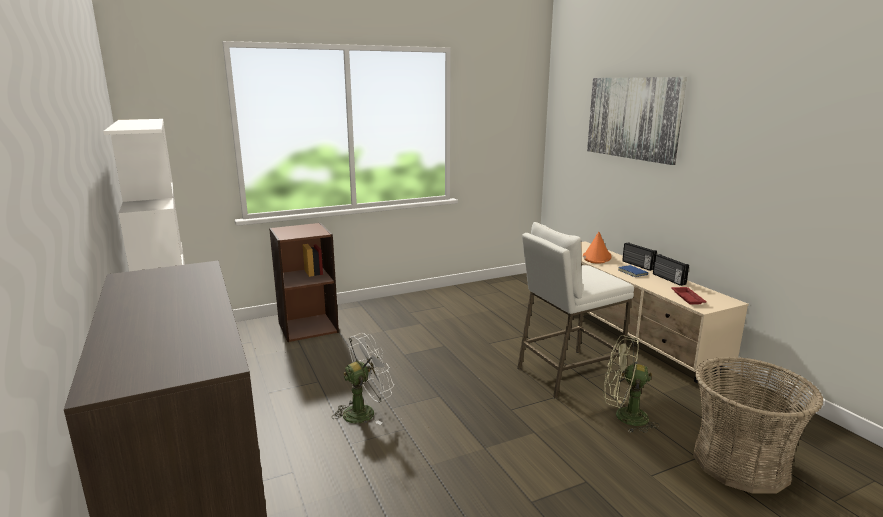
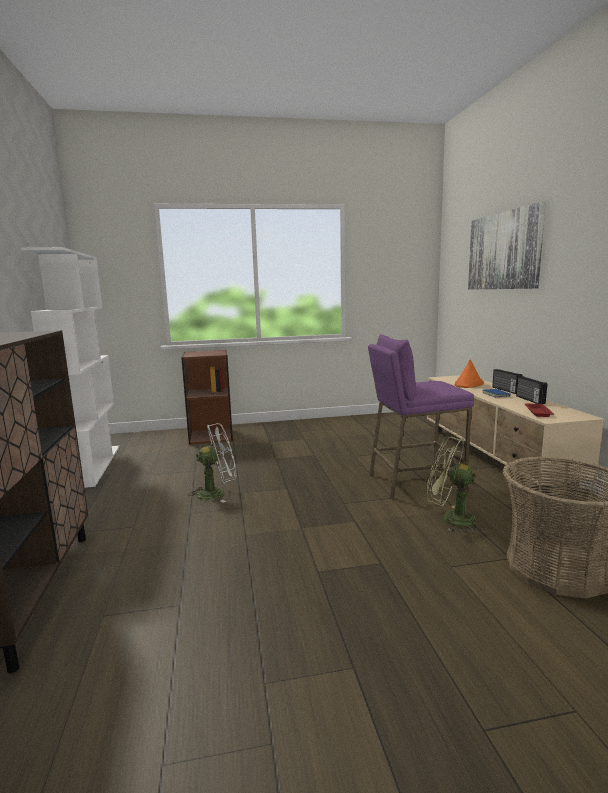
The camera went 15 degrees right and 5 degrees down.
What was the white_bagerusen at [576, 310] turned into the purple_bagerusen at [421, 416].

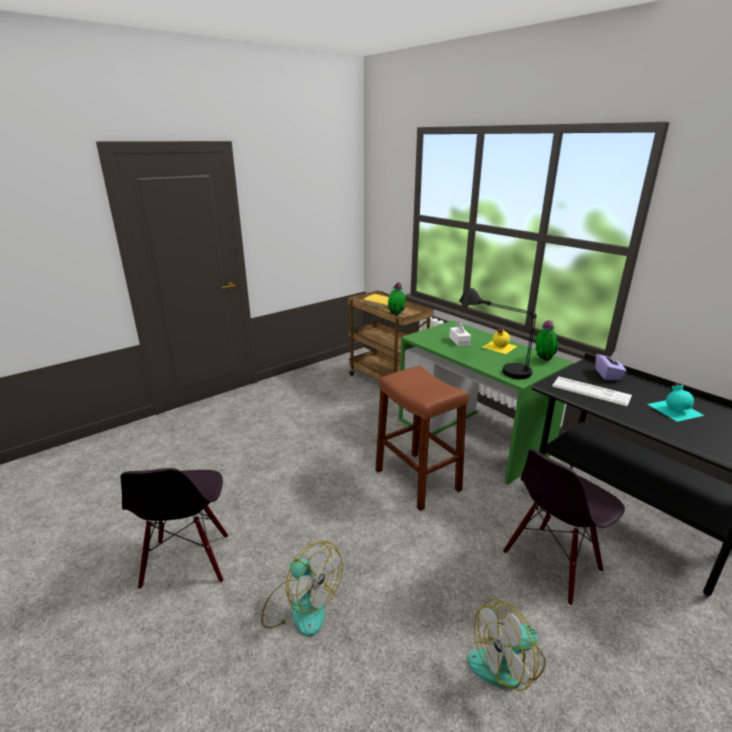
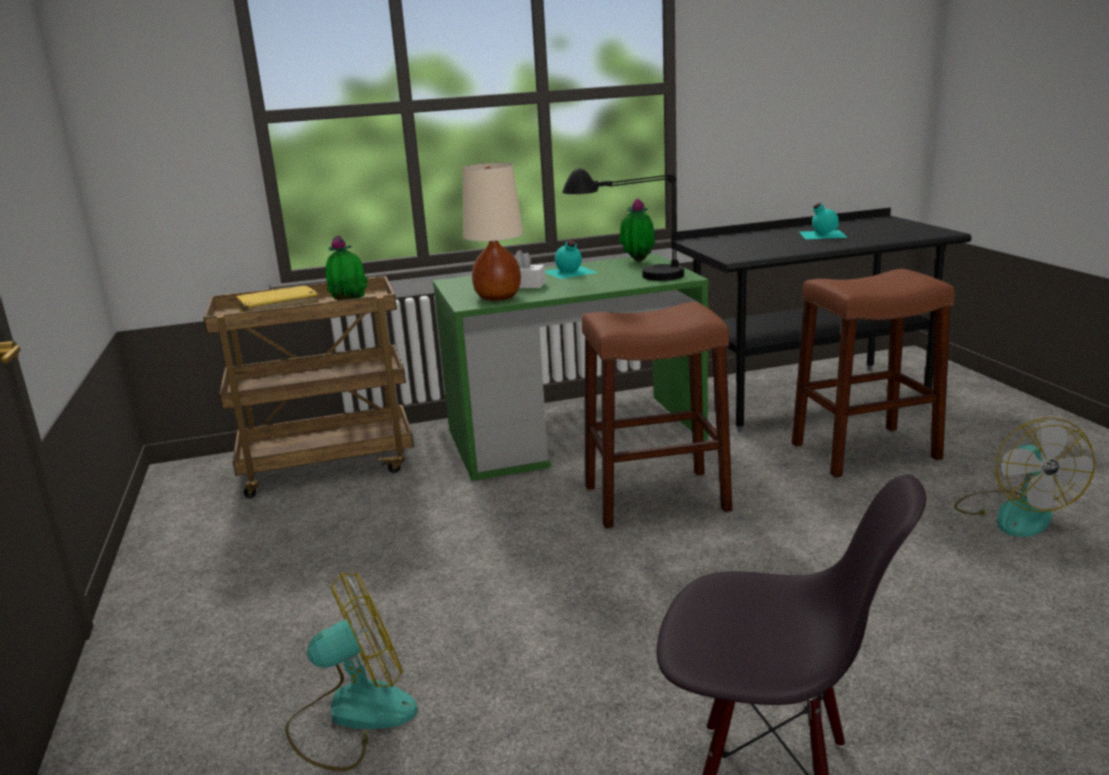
The camera went 65 degrees left and 5 degrees down.
The second view lost the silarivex at [592, 392].
The second view lost the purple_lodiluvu at [610, 366].
The second view gained the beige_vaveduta at [493, 232].
The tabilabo ended up elsewhere, having gone from [302, 589] to [351, 671].
Where the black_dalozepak stood at [564, 527], the brown_bagerusen came to stand at [873, 373].
What was the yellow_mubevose at [499, 341] turned into the turquoise_mubevose at [571, 259].

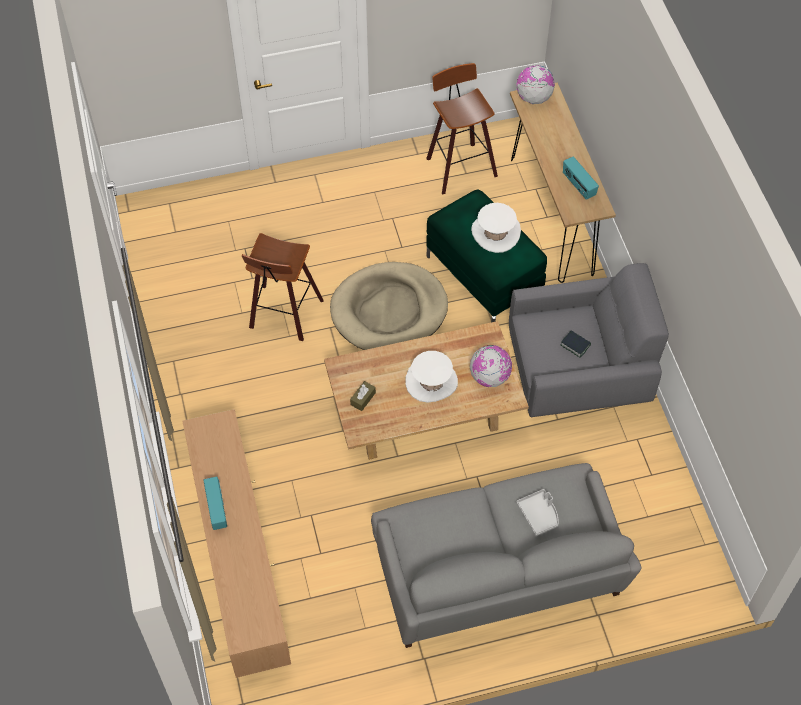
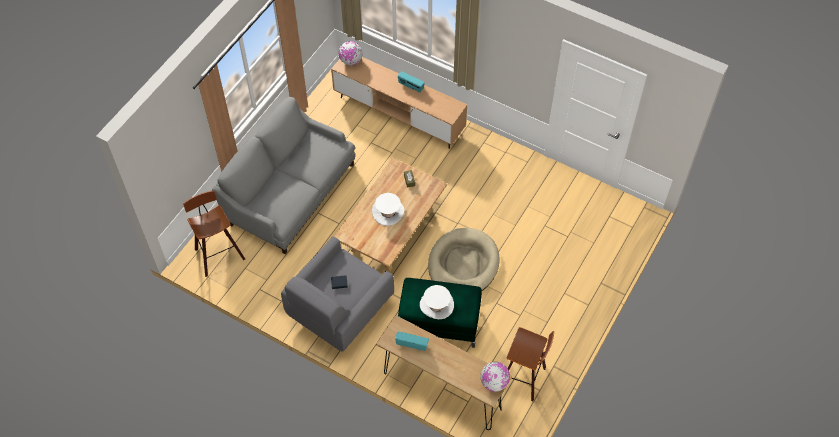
The camera went 135 degrees right and 0 degrees up.
The second view lost the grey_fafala at [537, 512].
The bagerusen ended up elsewhere, having gone from [283, 287] to [214, 234].
The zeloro ended up elsewhere, having gone from [491, 366] to [350, 53].

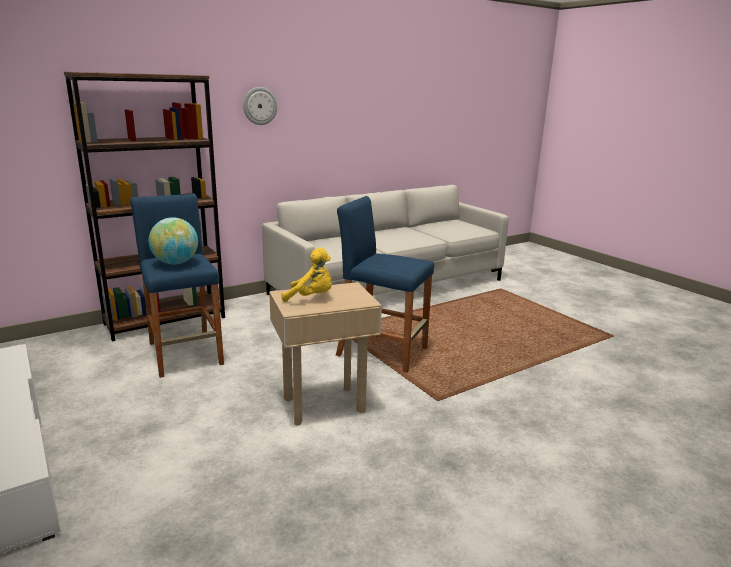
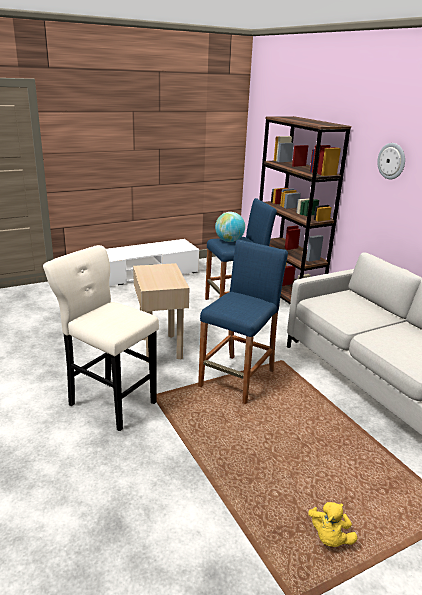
The camera went 95 degrees right and 5 degrees up.
The second view gained the beige_bagerusen at [101, 338].
The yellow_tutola ended up elsewhere, having gone from [307, 274] to [332, 524].

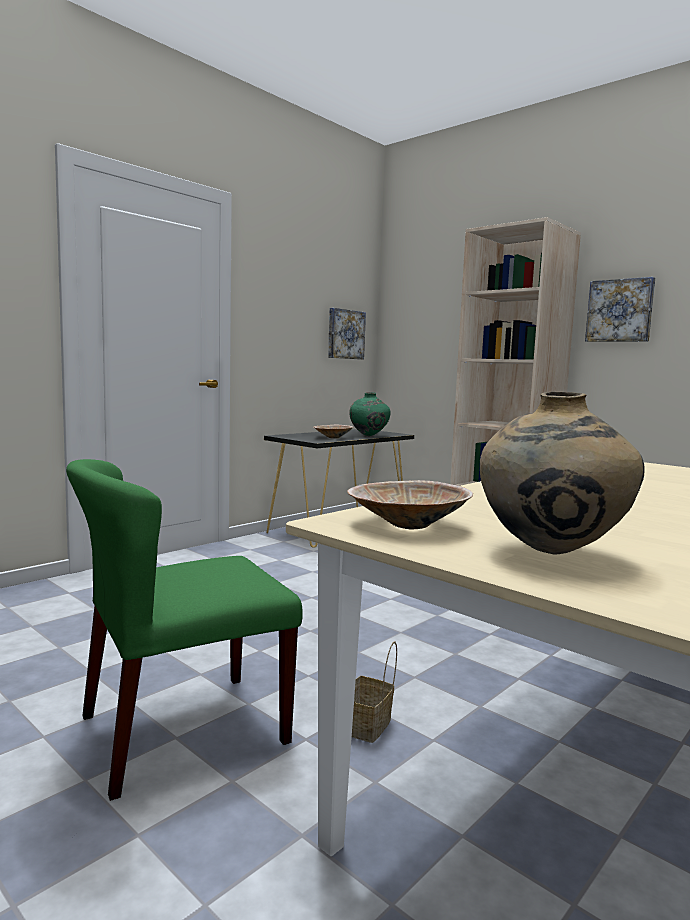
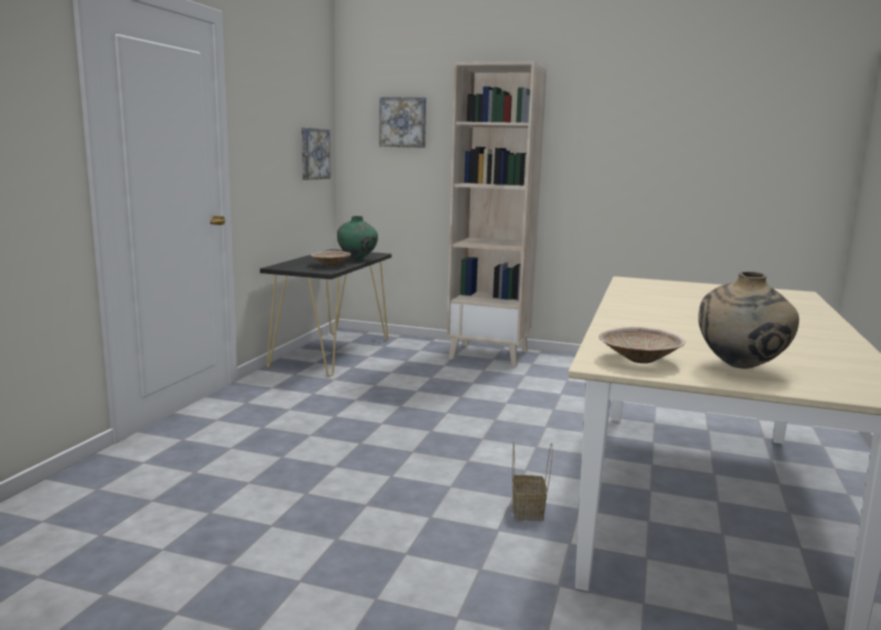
The camera went 25 degrees left and 5 degrees up.
The second view lost the green_dalozepak at [184, 630].
The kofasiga ended up elsewhere, having gone from [620, 309] to [402, 122].

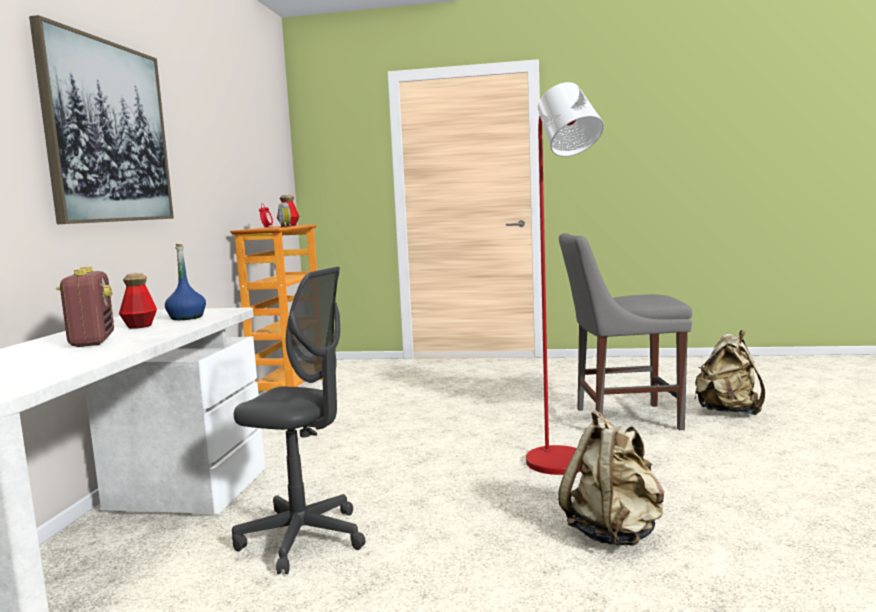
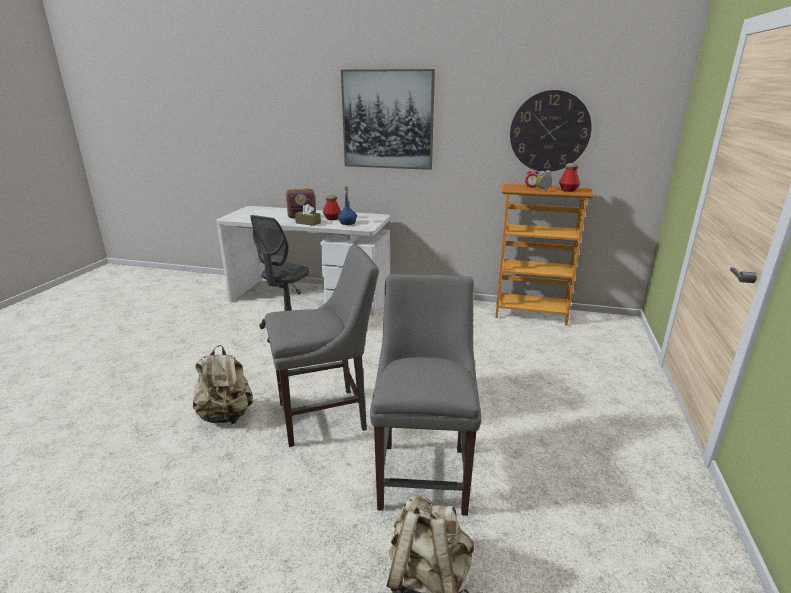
The camera went 95 degrees right and 15 degrees up.
The second view gained the brown_lodiluvu at [308, 215].
The second view gained the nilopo at [551, 131].
Where the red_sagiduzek stood at [565, 278], the grey_dalozepak came to stand at [322, 346].

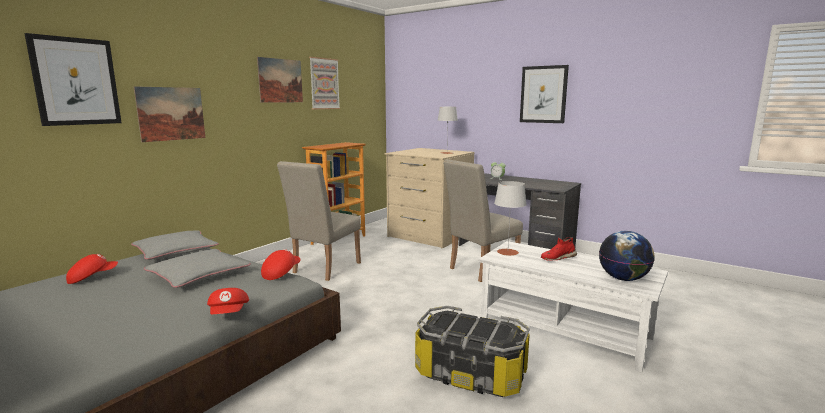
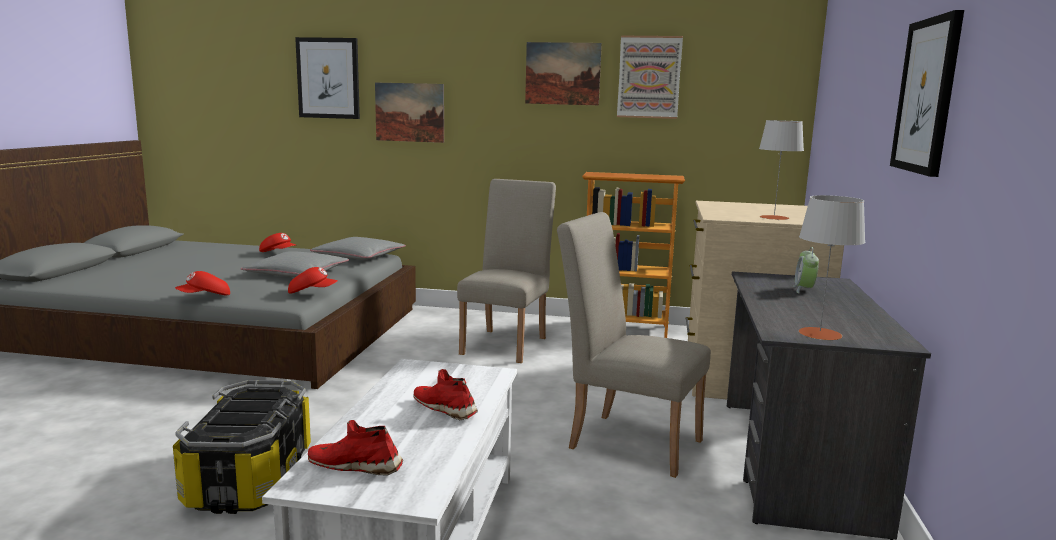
The camera went 65 degrees right and 0 degrees up.
The grey_vaveduta ended up elsewhere, having gone from [510, 218] to [832, 267].
Where the zeloro stood at [626, 256], the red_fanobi came to stand at [355, 448].
The beige_dalozepak at [319, 221] ended up facing another way, 105 degrees clockwise from before.

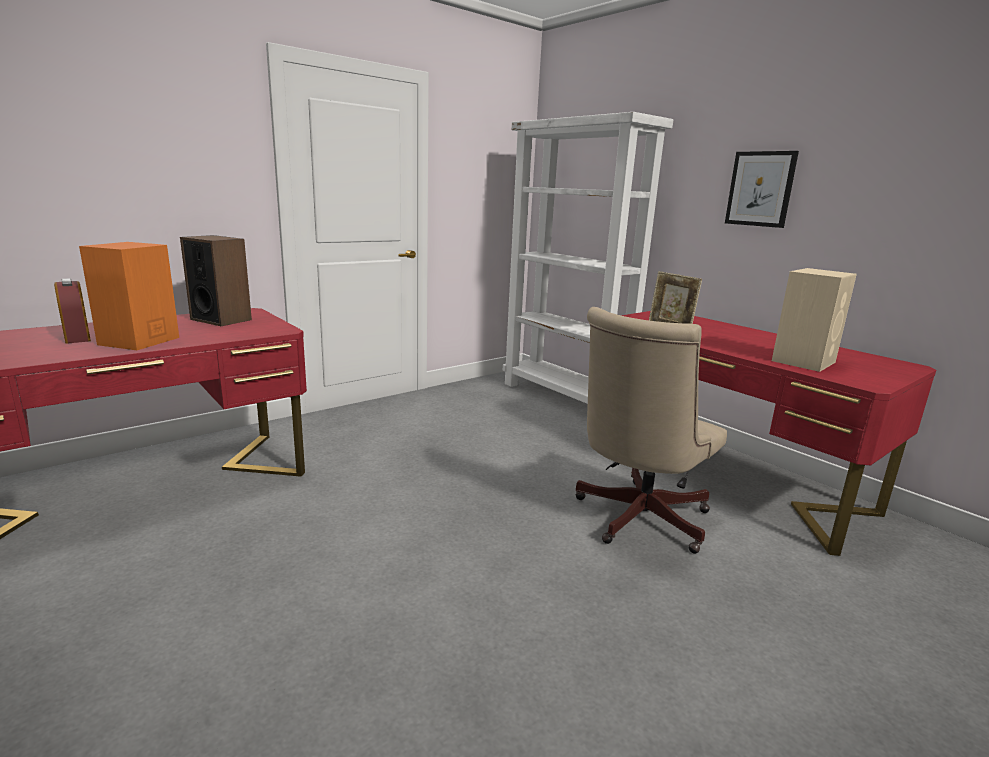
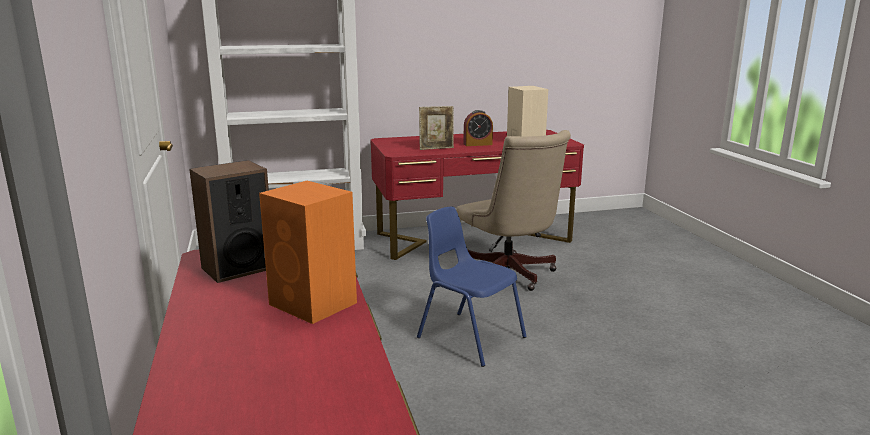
The camera went 65 degrees left and 0 degrees up.
The second view lost the kofasiga at [762, 189].
The second view gained the blue_dalozepak at [472, 286].
The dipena ended up elsewhere, having gone from [72, 311] to [478, 128].

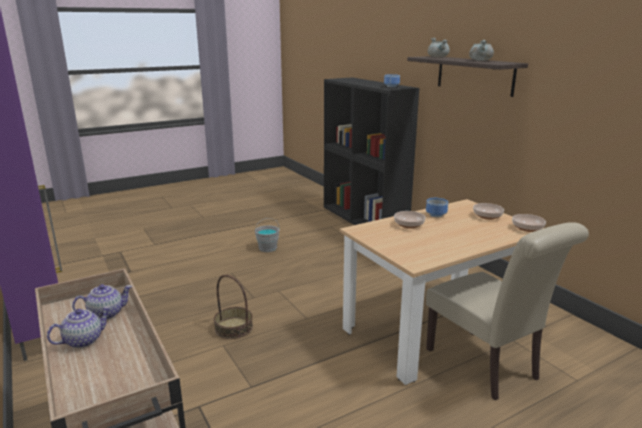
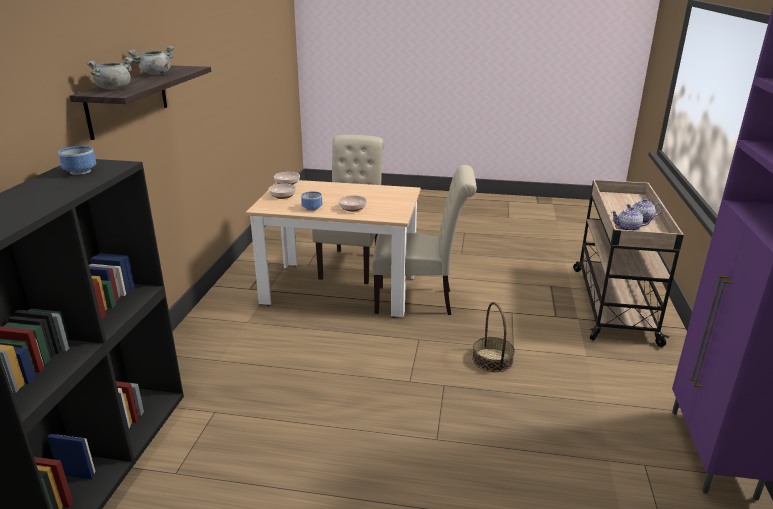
The camera went 140 degrees left and 5 degrees up.
The second view lost the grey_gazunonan at [267, 235].
The second view gained the beige_dalozepak at [424, 240].

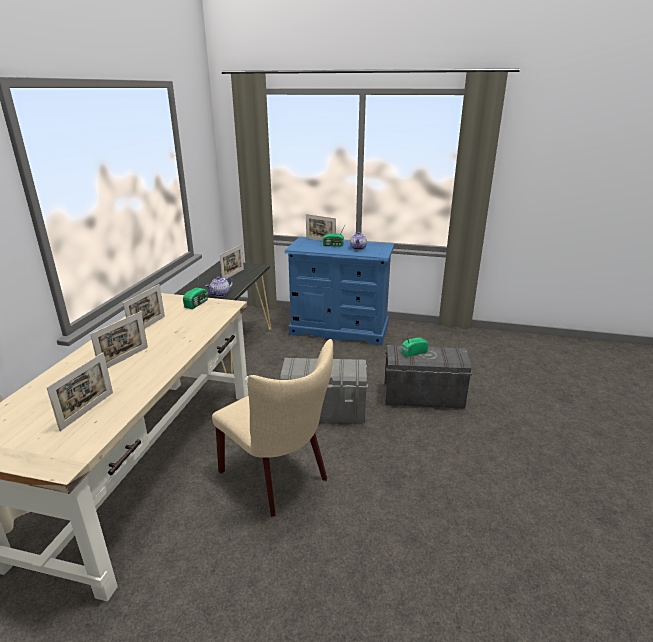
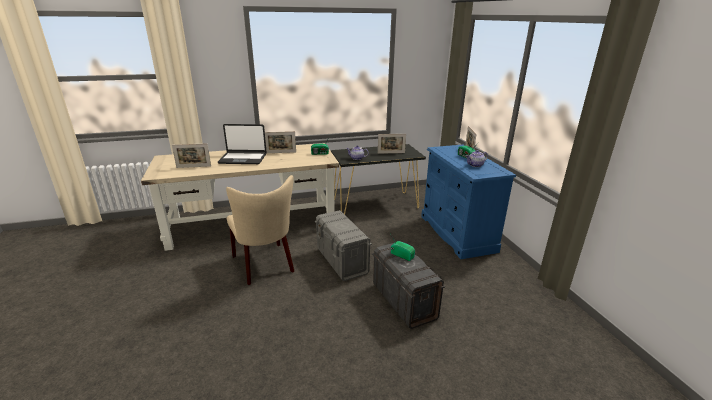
The camera went 60 degrees right and 0 degrees up.
Where the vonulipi stood at [119, 339], the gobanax came to stand at [242, 144].
The beige_dalozepak at [272, 428] ended up facing another way, 45 degrees counterclockwise from before.

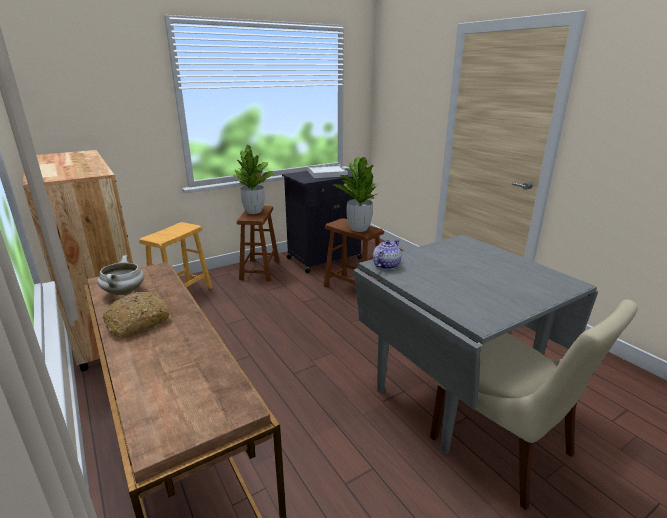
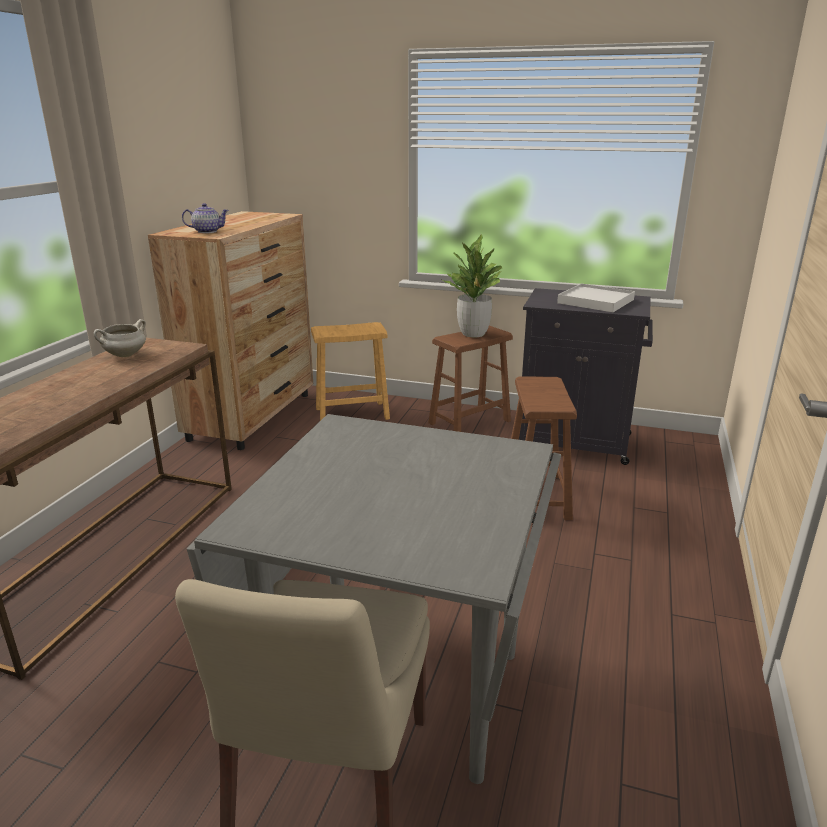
The camera went 50 degrees right and 0 degrees up.
The second view lost the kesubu at [136, 315].
The second view lost the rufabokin at [357, 194].
The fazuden ended up elsewhere, having gone from [387, 255] to [205, 218].

